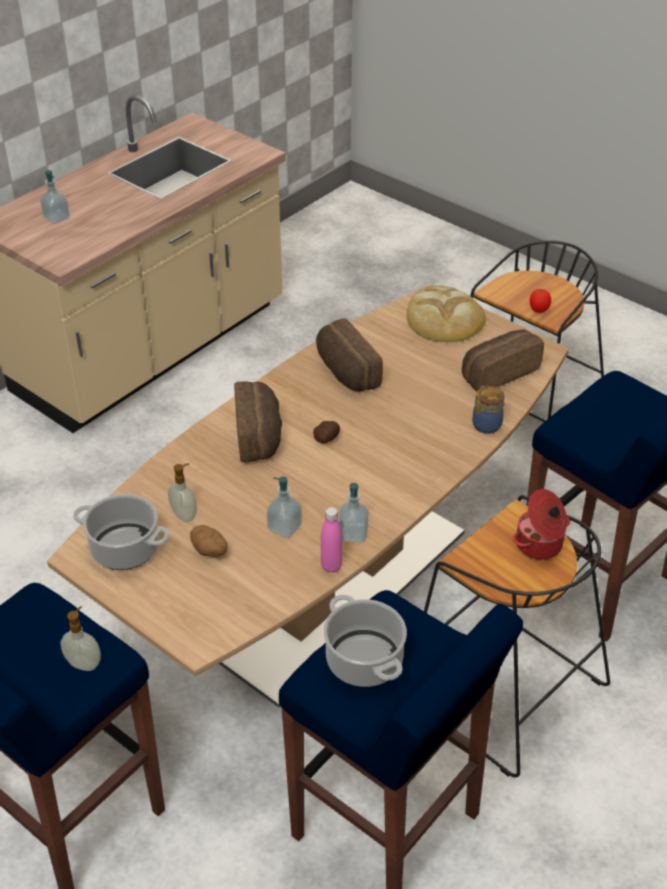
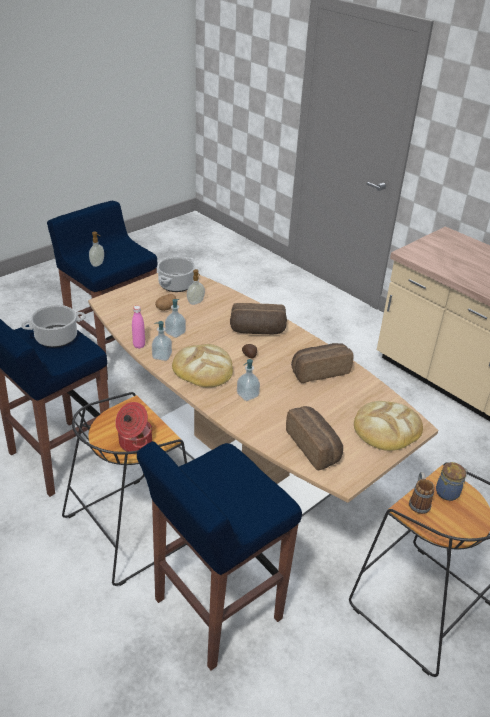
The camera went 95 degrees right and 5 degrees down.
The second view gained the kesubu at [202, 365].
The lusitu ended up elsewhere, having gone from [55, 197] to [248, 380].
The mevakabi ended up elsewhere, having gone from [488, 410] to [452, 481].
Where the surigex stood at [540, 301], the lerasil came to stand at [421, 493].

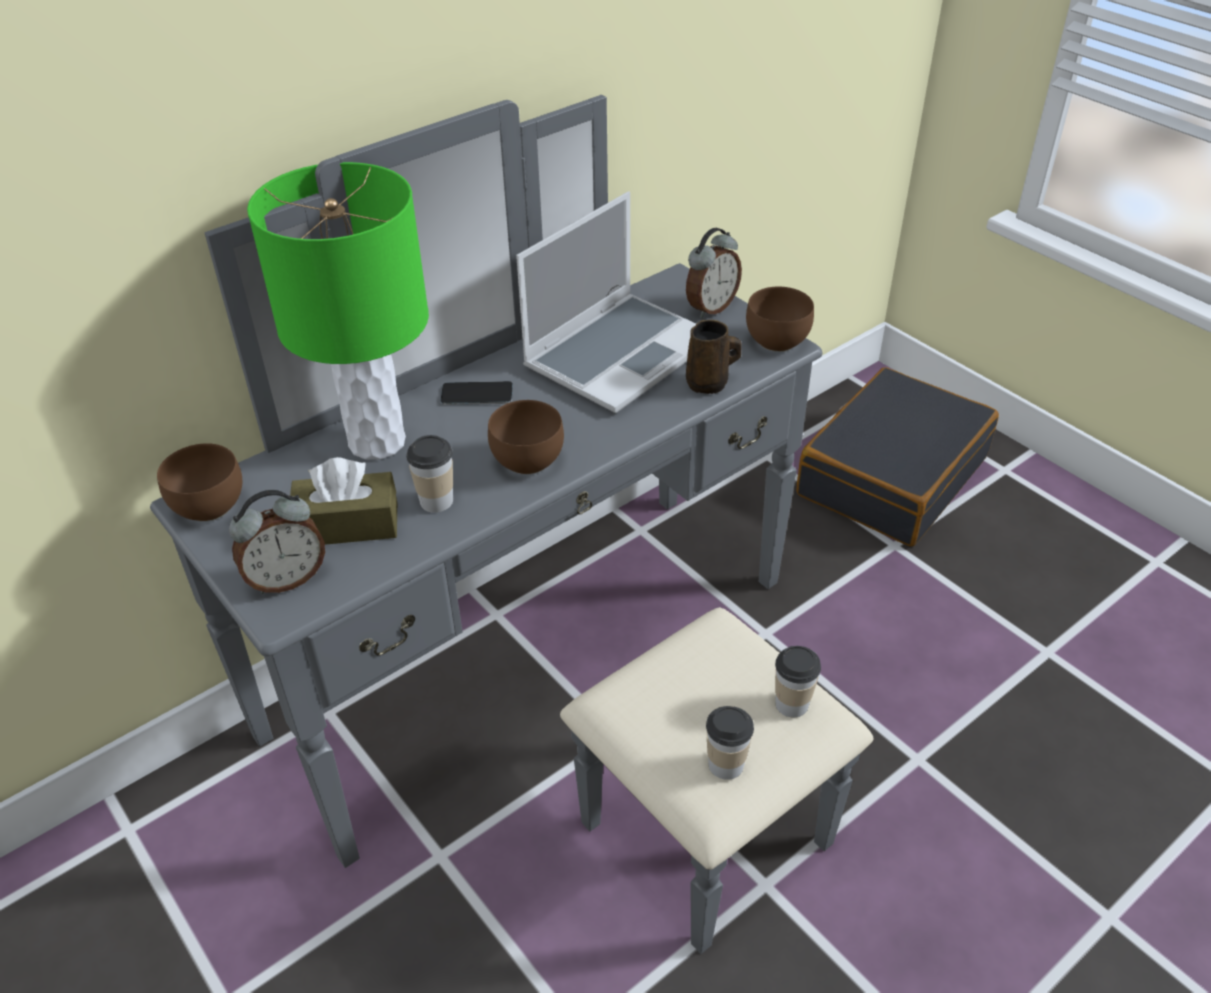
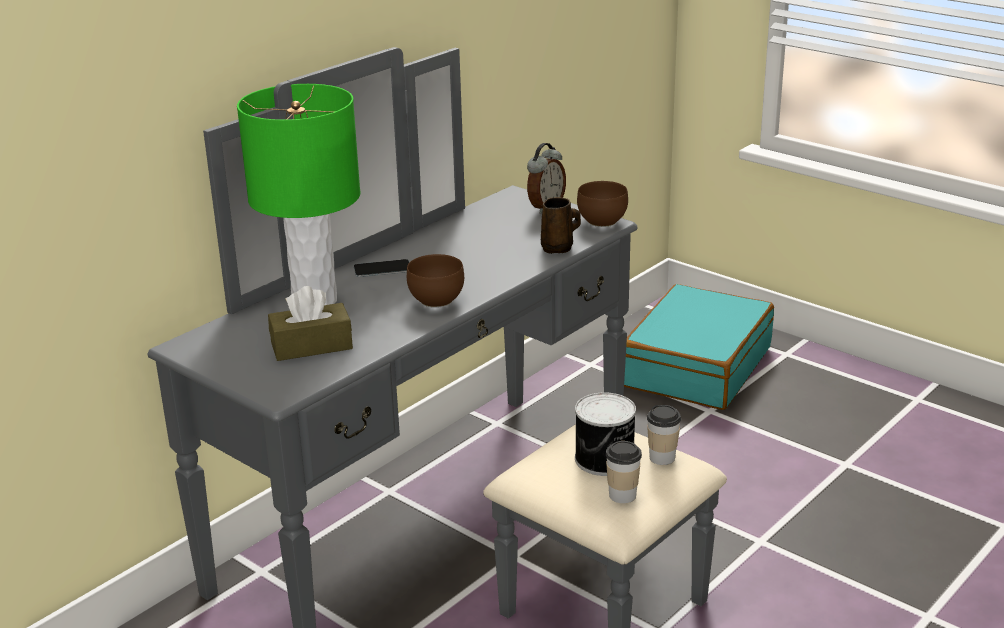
The camera went 10 degrees left and 15 degrees down.
The second view lost the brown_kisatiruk at [199, 482].
The second view lost the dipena at [277, 542].
The second view lost the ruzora at [429, 474].
The second view lost the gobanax at [606, 302].
The second view gained the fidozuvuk at [605, 434].
What was the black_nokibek at [898, 456] turned into the turquoise_nokibek at [699, 347].

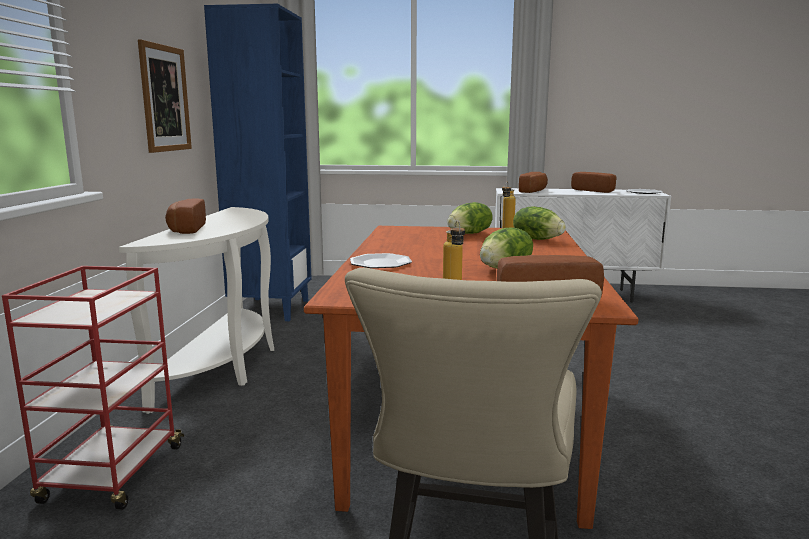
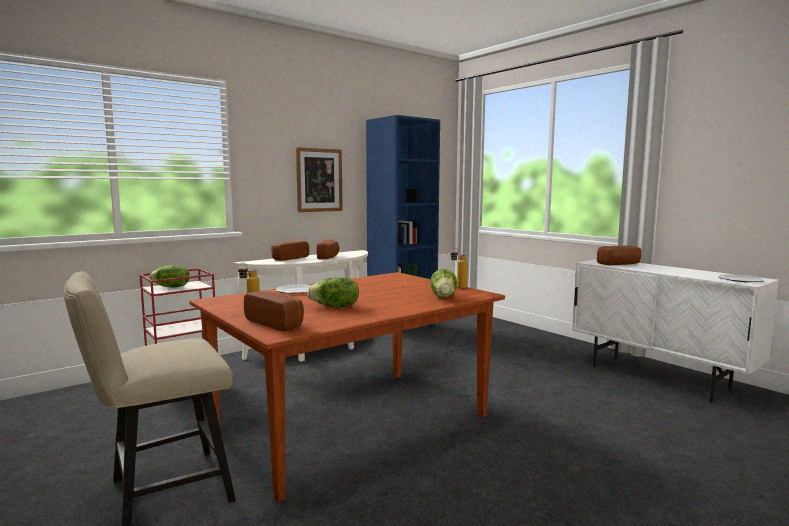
The camera went 45 degrees right and 5 degrees down.
The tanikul ended up elsewhere, having gone from [470, 218] to [169, 276].
The kesubu ended up elsewhere, having gone from [594, 182] to [328, 249].

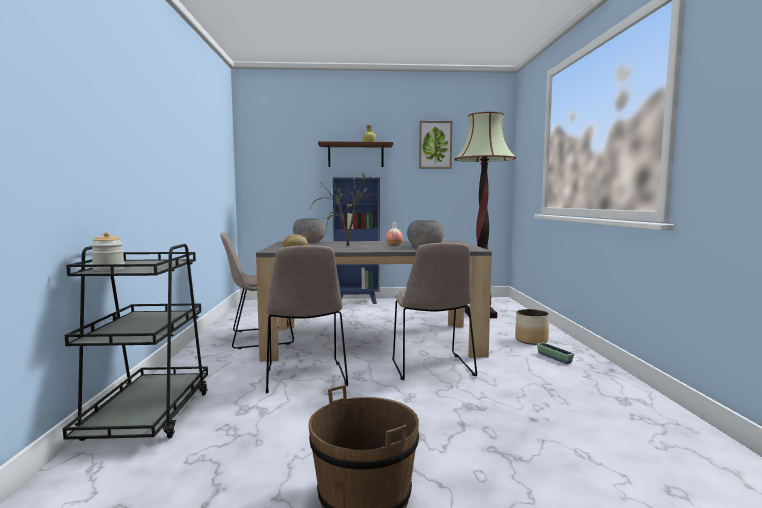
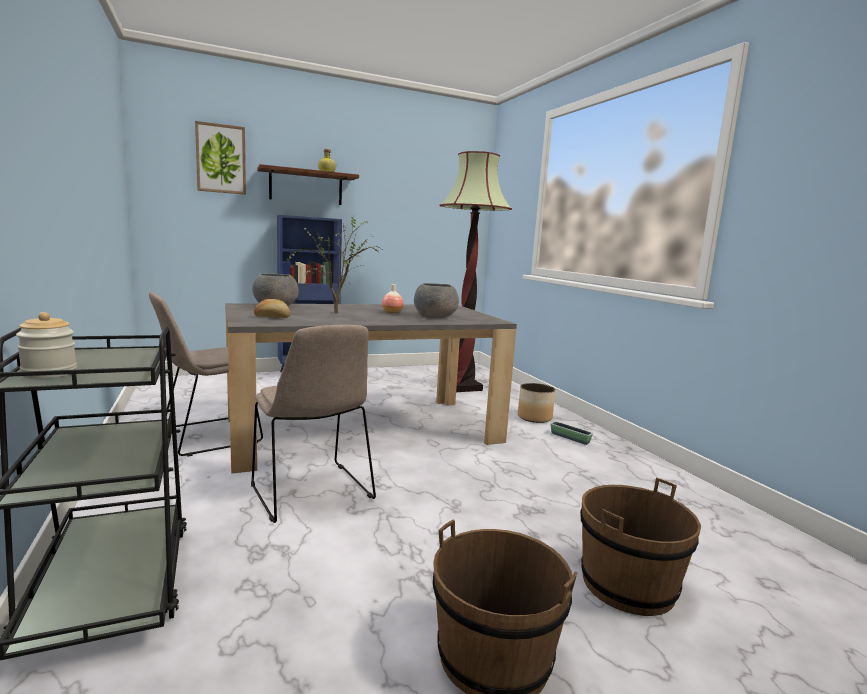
The camera went 20 degrees left and 5 degrees up.
The second view lost the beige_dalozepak at [434, 311].
The second view gained the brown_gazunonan at [640, 547].
The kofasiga ended up elsewhere, having gone from [435, 145] to [220, 158].

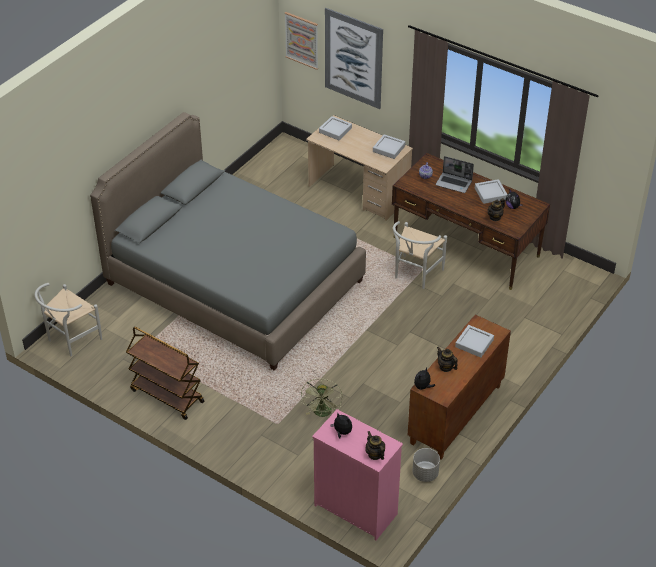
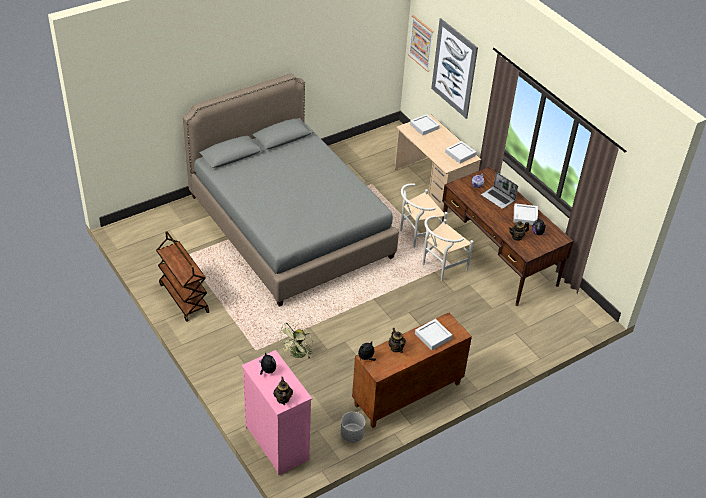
The camera went 20 degrees right and 0 degrees up.
The white_dalozepak ended up elsewhere, having gone from [68, 319] to [424, 215].

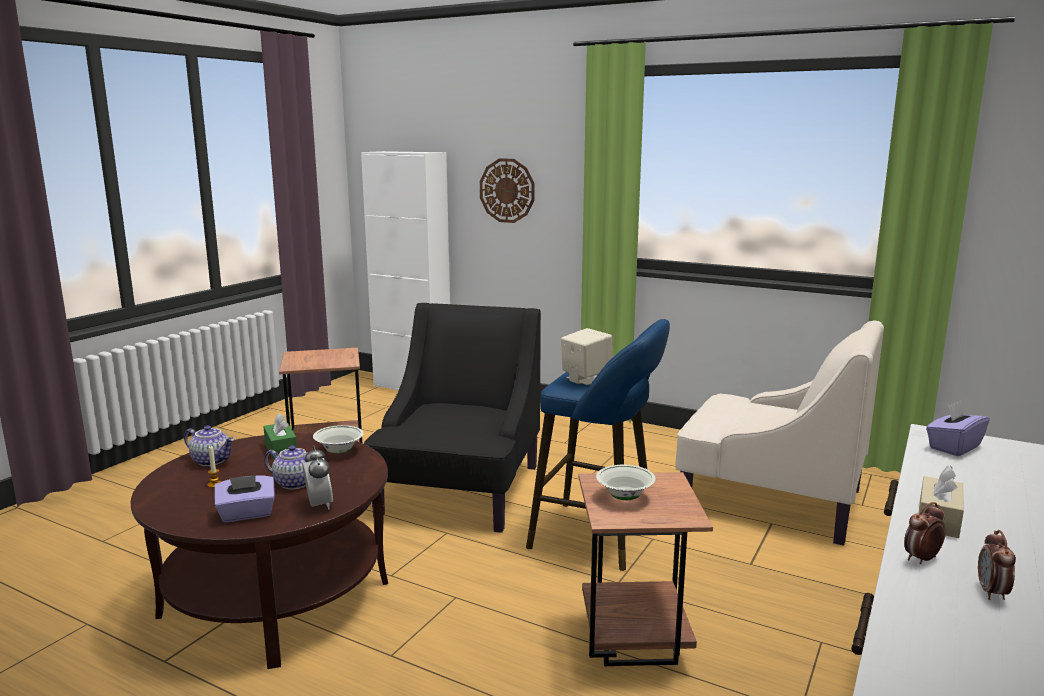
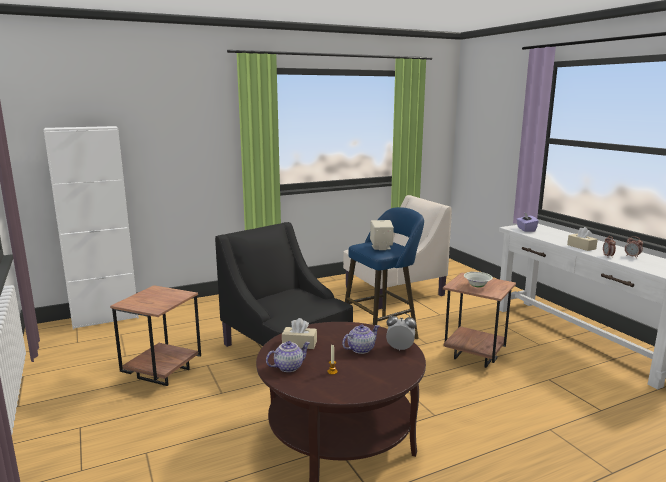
The camera went 55 degrees left and 0 degrees up.
The second view lost the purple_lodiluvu at [245, 498].
The second view lost the white_kisatiruk at [338, 439].
The second view lost the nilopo at [507, 190].
What was the green_lodiluvu at [280, 436] turned into the beige_lodiluvu at [299, 333].

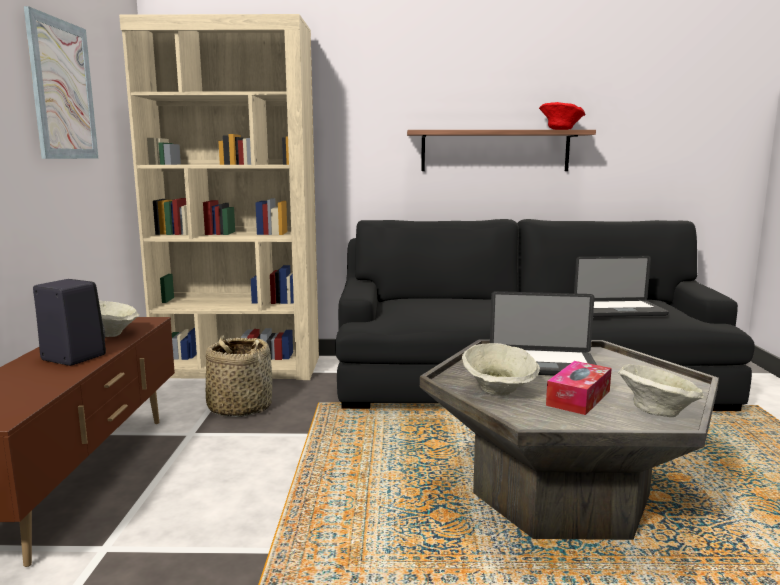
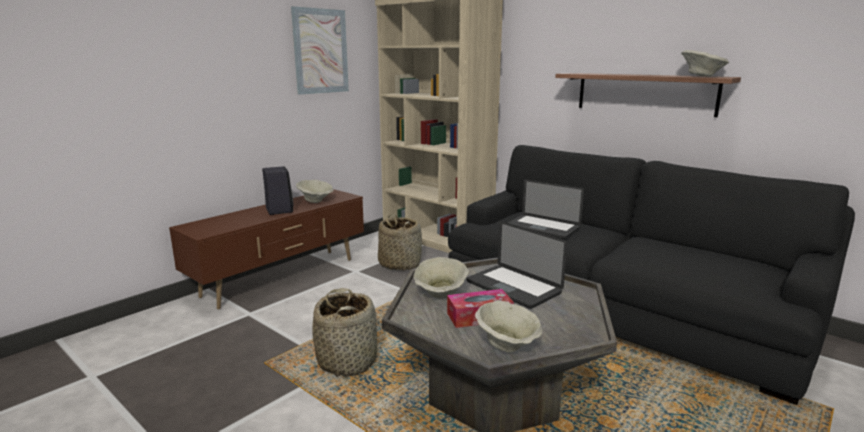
The camera went 40 degrees right and 5 degrees up.
The second view gained the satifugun at [344, 332].
The gobanax ended up elsewhere, having gone from [621, 286] to [546, 209].
What was the red_kisatiruk at [562, 116] turned into the beige_kisatiruk at [705, 63].

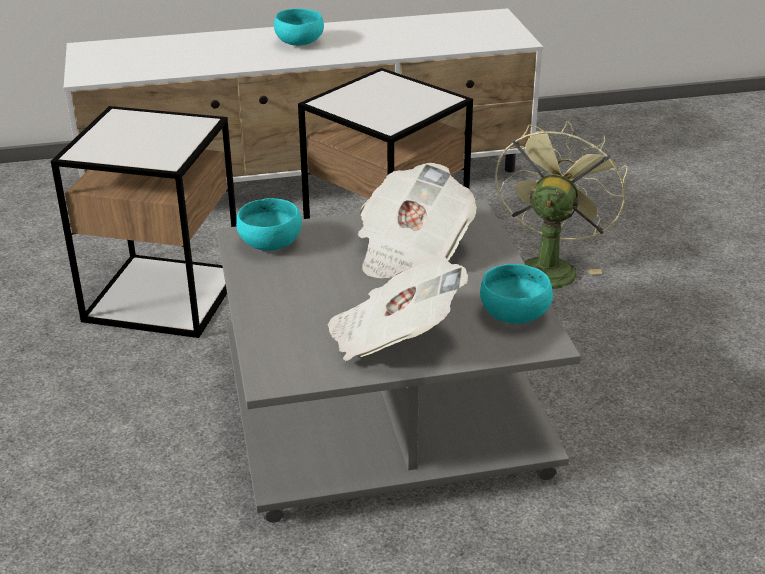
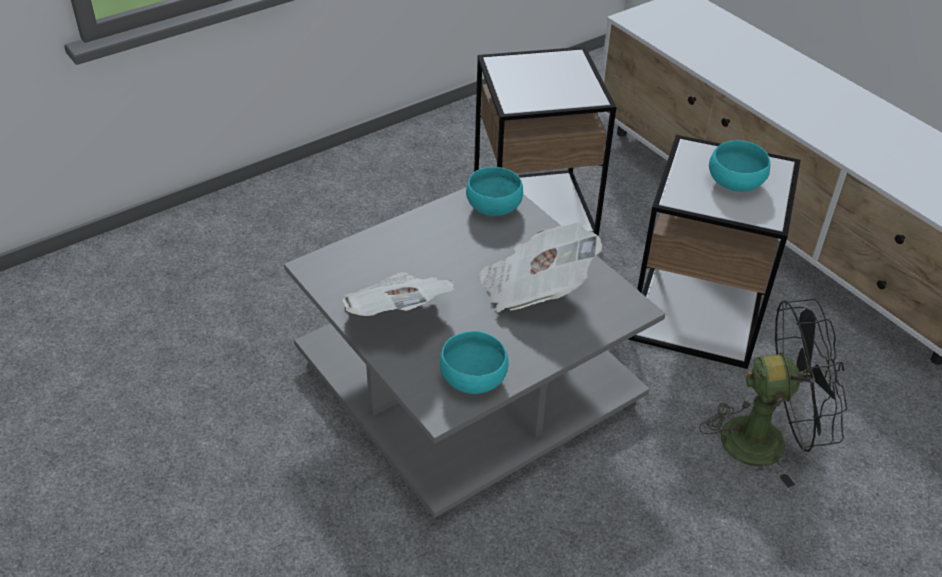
The camera went 65 degrees right and 10 degrees up.
The turquoise_kisatiruk ended up elsewhere, having gone from [299, 27] to [739, 165].
What was the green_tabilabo at [561, 204] turned into the black_tabilabo at [773, 393].

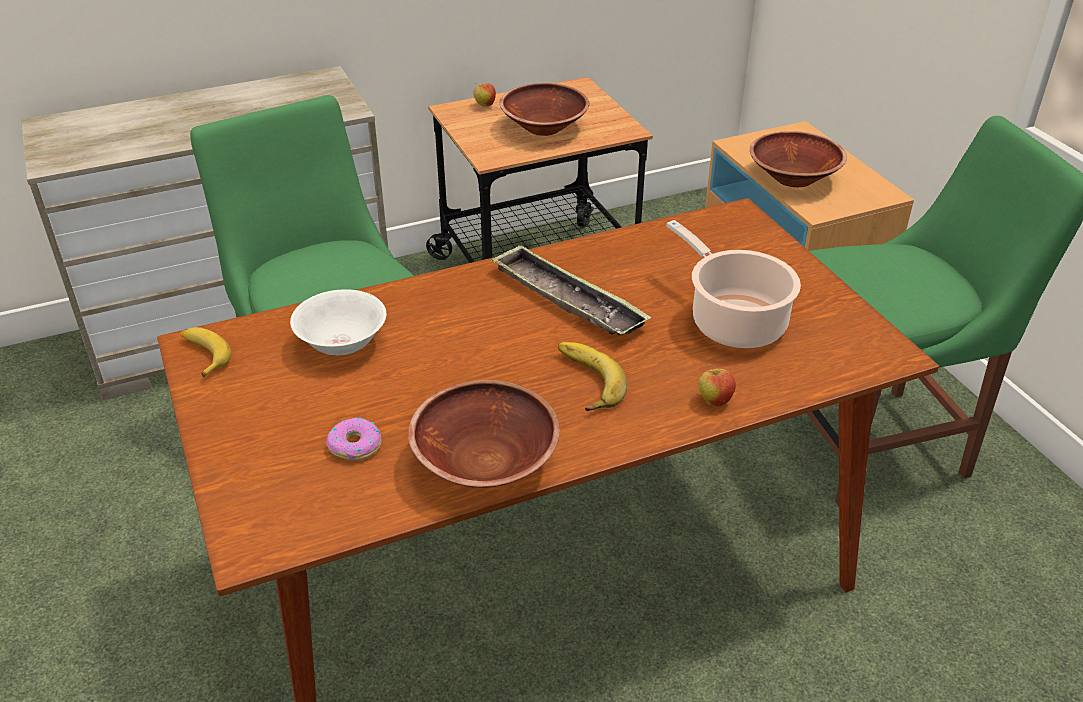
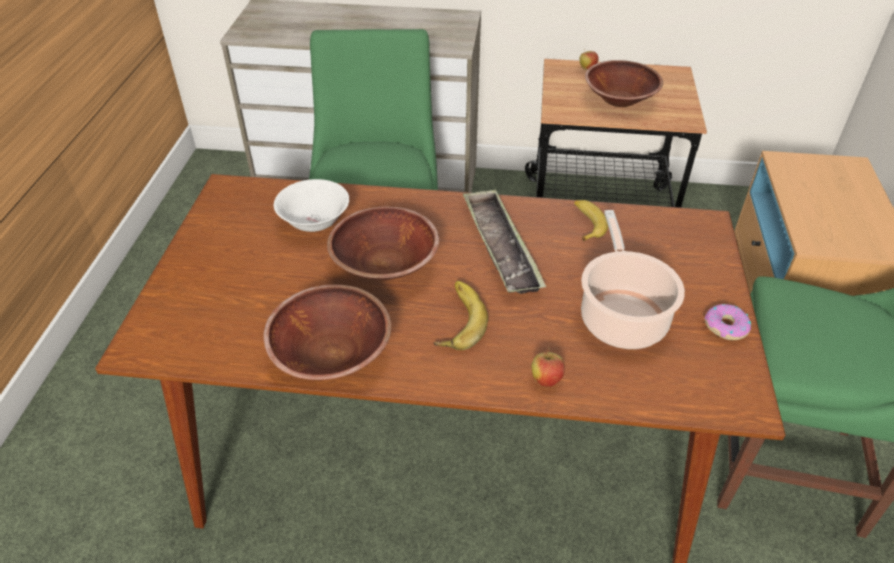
The camera went 30 degrees right and 5 degrees up.
The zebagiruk ended up elsewhere, having gone from [205, 352] to [591, 221].
The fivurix ended up elsewhere, having gone from [354, 438] to [727, 322].
The brown_kisatiruk ended up elsewhere, having gone from [798, 159] to [383, 243].

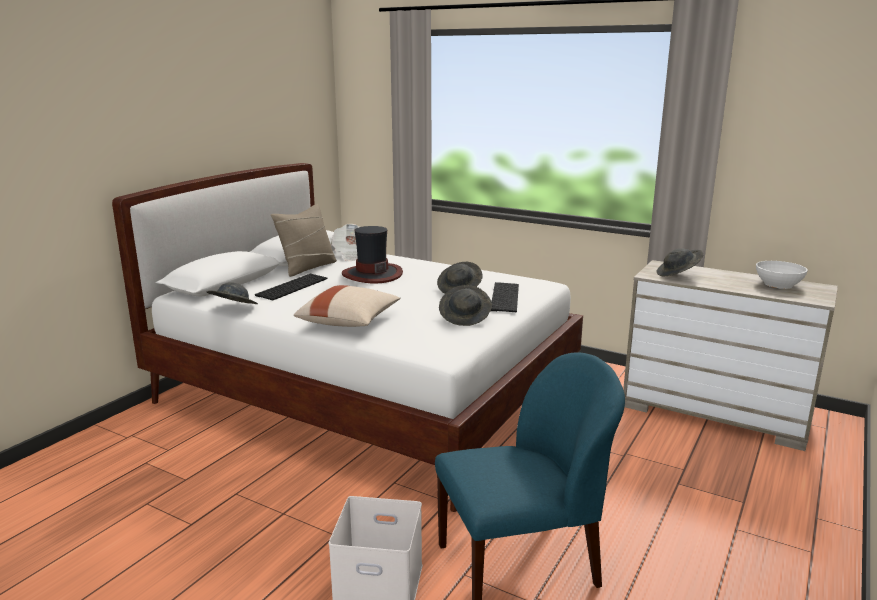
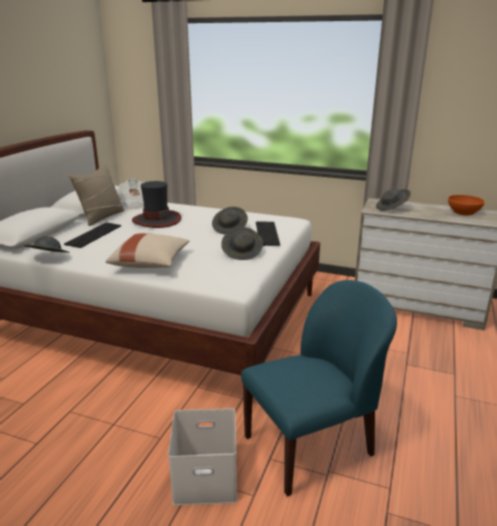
The camera went 10 degrees left and 5 degrees up.
What was the white_kisatiruk at [782, 275] turned into the orange_kisatiruk at [466, 205].

